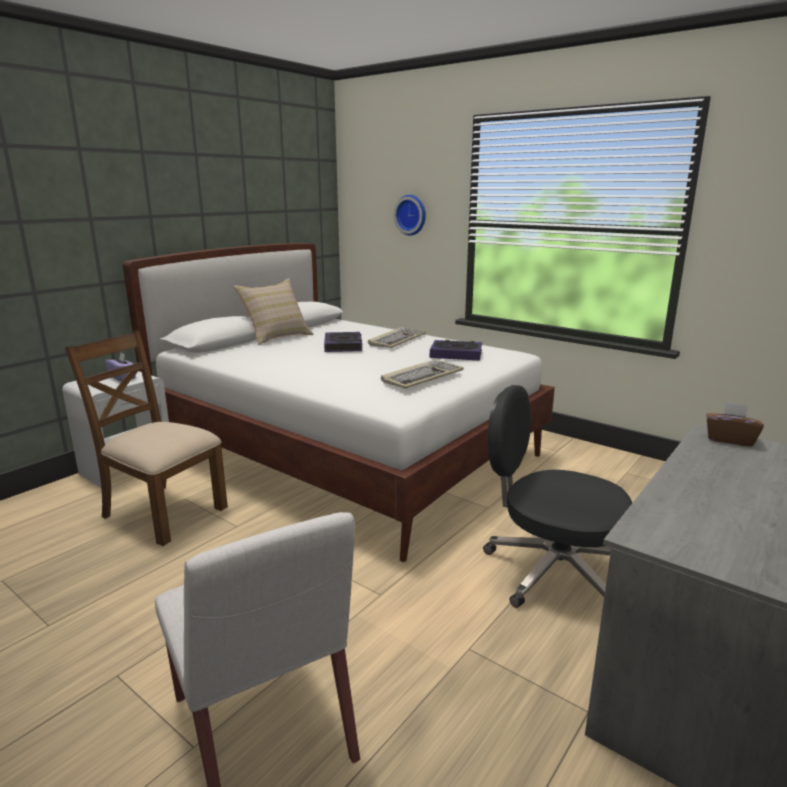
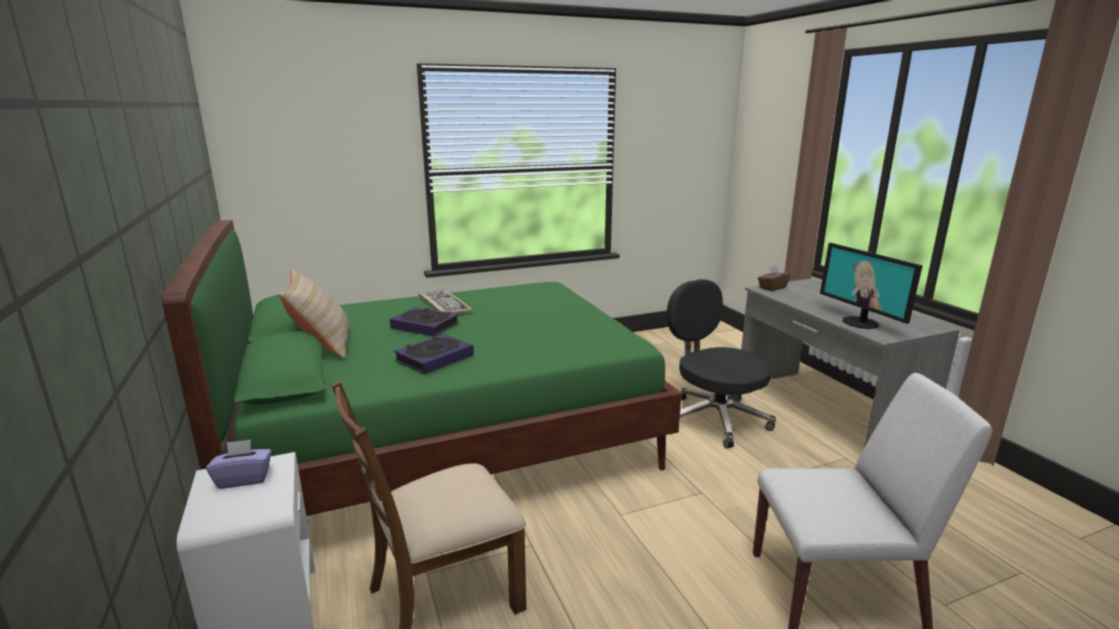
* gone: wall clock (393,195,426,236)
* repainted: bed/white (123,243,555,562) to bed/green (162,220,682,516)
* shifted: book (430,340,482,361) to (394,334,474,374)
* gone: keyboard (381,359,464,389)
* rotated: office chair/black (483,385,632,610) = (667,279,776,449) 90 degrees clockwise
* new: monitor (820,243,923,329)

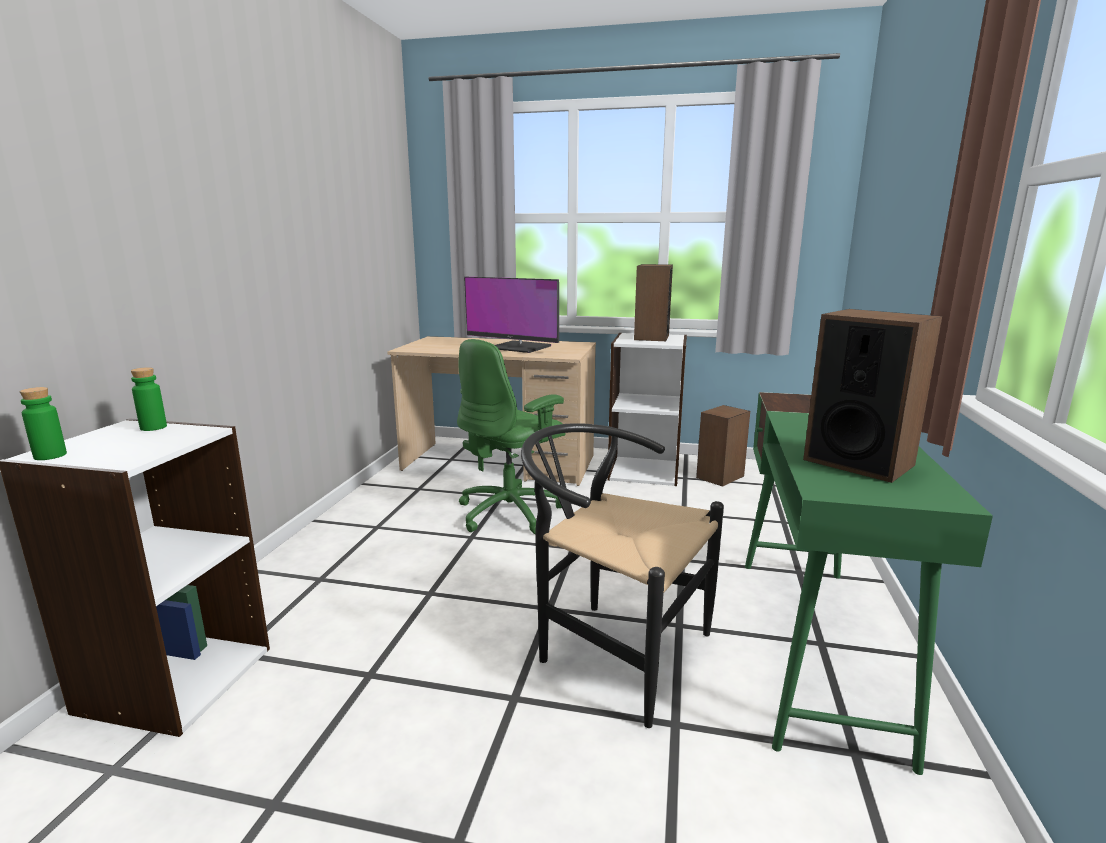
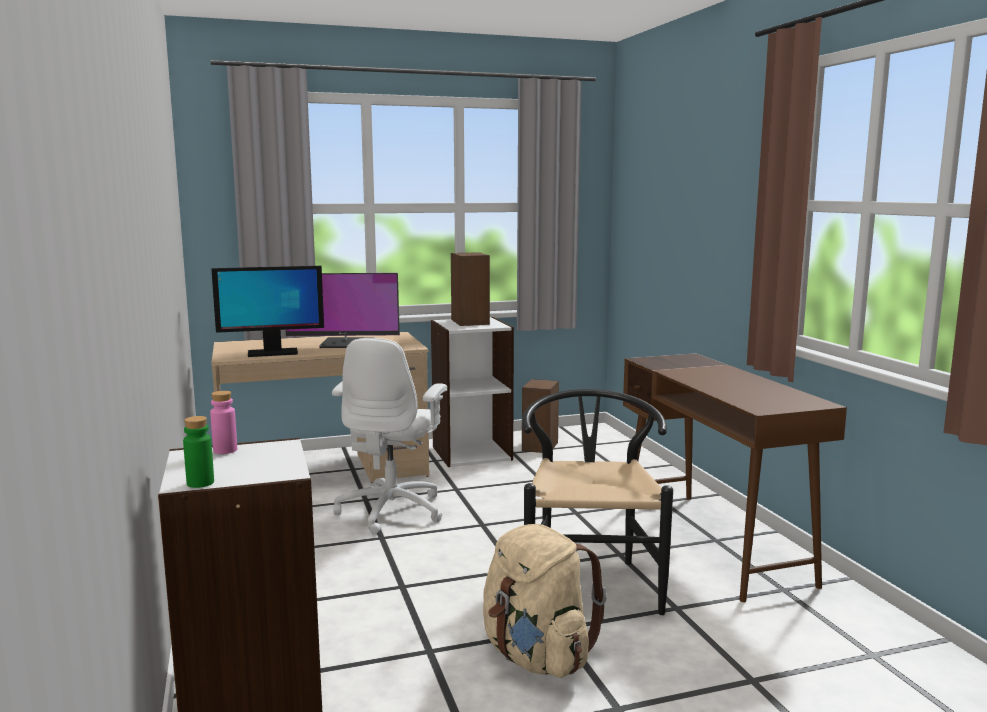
* gone: speaker (803,309,942,483)
* repainted: office chair/green (457,339,565,534) to office chair/white (332,338,447,534)
* repainted: bottle/green (131,367,167,431) to bottle/pink (210,391,237,454)
* repainted: desk/green (745,392,993,775) to desk/brown (623,353,847,602)
* rotated: chair/black (521,423,724,728) = (522,389,673,615) 90 degrees clockwise
* new: monitor (211,266,324,357)
* new: backpack/beige (483,524,607,678)

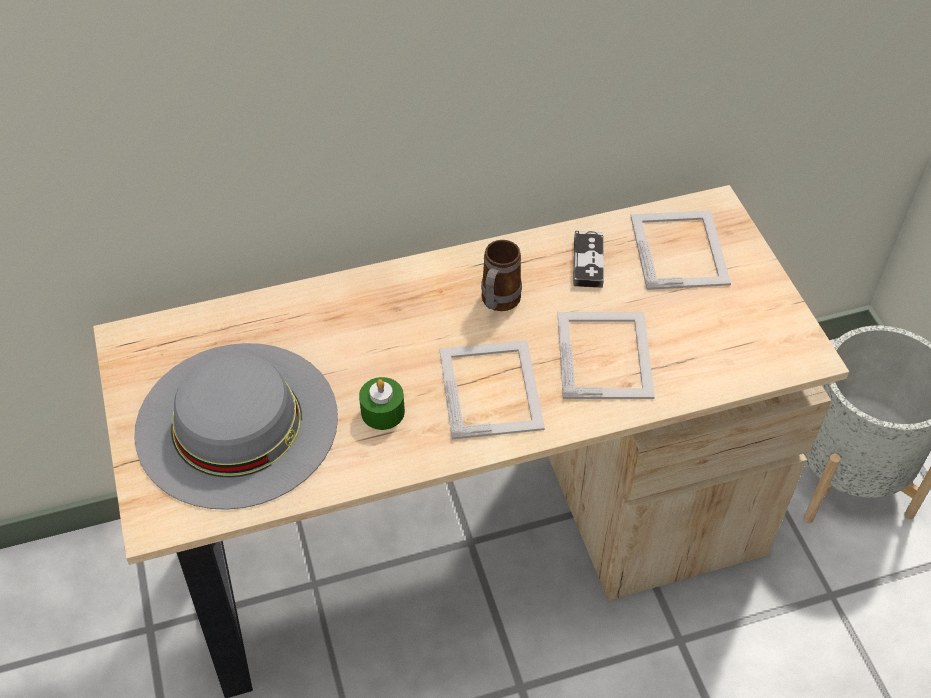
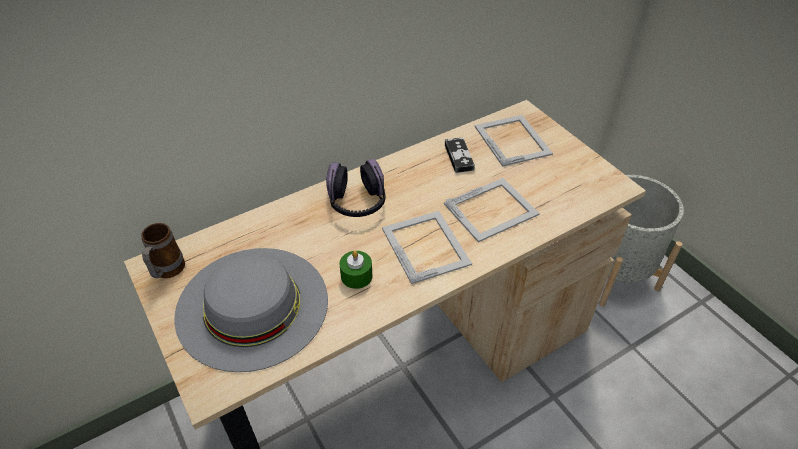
* shifted: mug (481,240,522,311) to (141,223,185,278)
* rotated: picture frame (558,312,655,399) = (444,178,540,242) 75 degrees clockwise
* new: headphones (326,159,385,217)

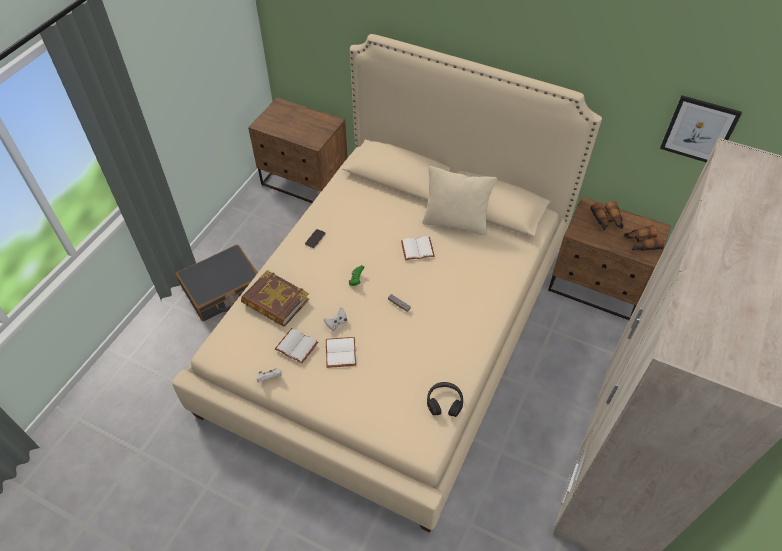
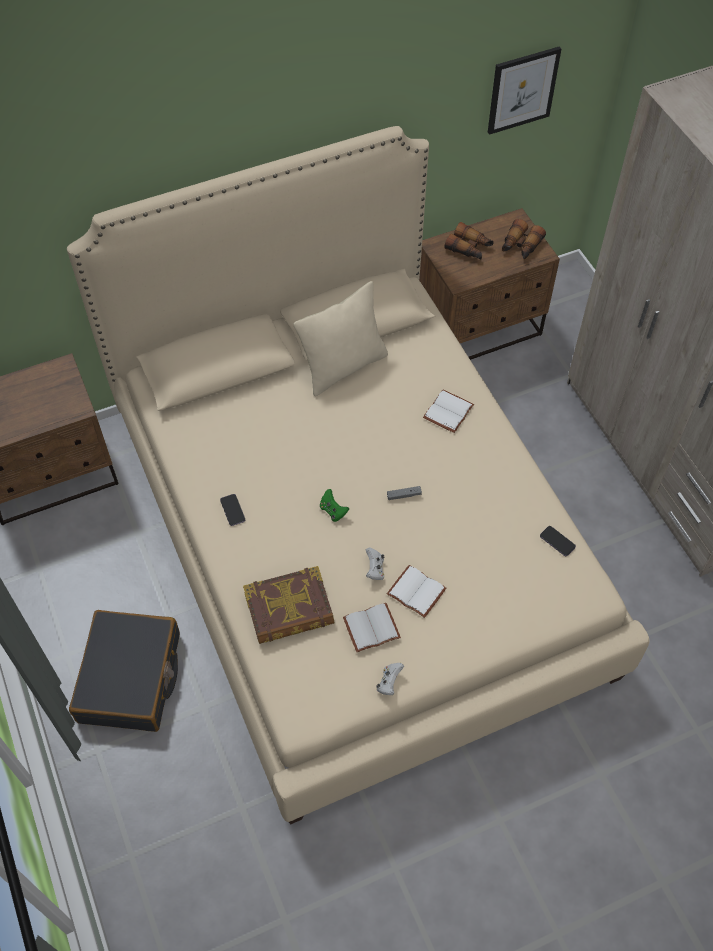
* shifted: book/white (401,236,435,260) to (423,390,474,433)
* swapped: headphones/black (427,382,463,417) to phone (540,526,576,556)

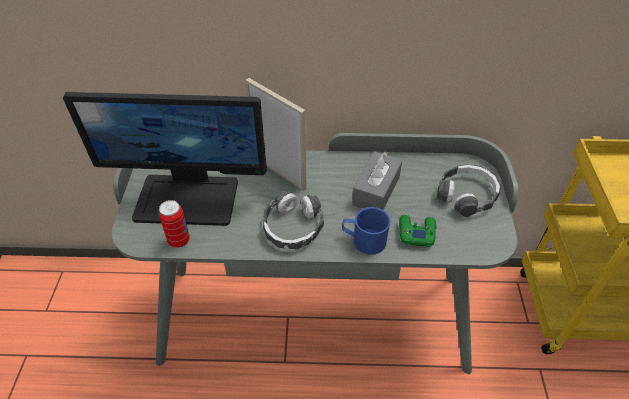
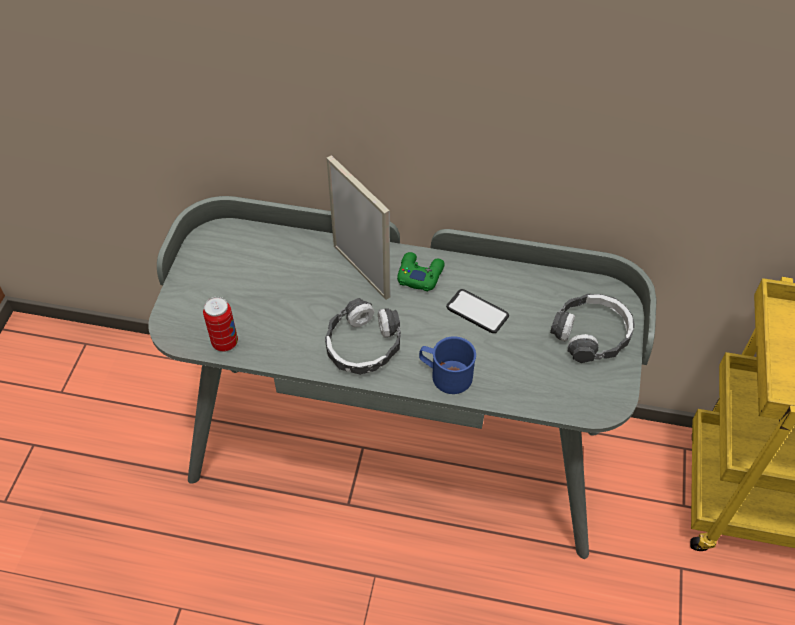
* gone: monitor (63,92,267,226)
* swapped: tissue box/grey (352,151,402,210) to phone (446,289,509,333)
* shifted: game controller/green (399,215,436,247) to (397,252,445,291)

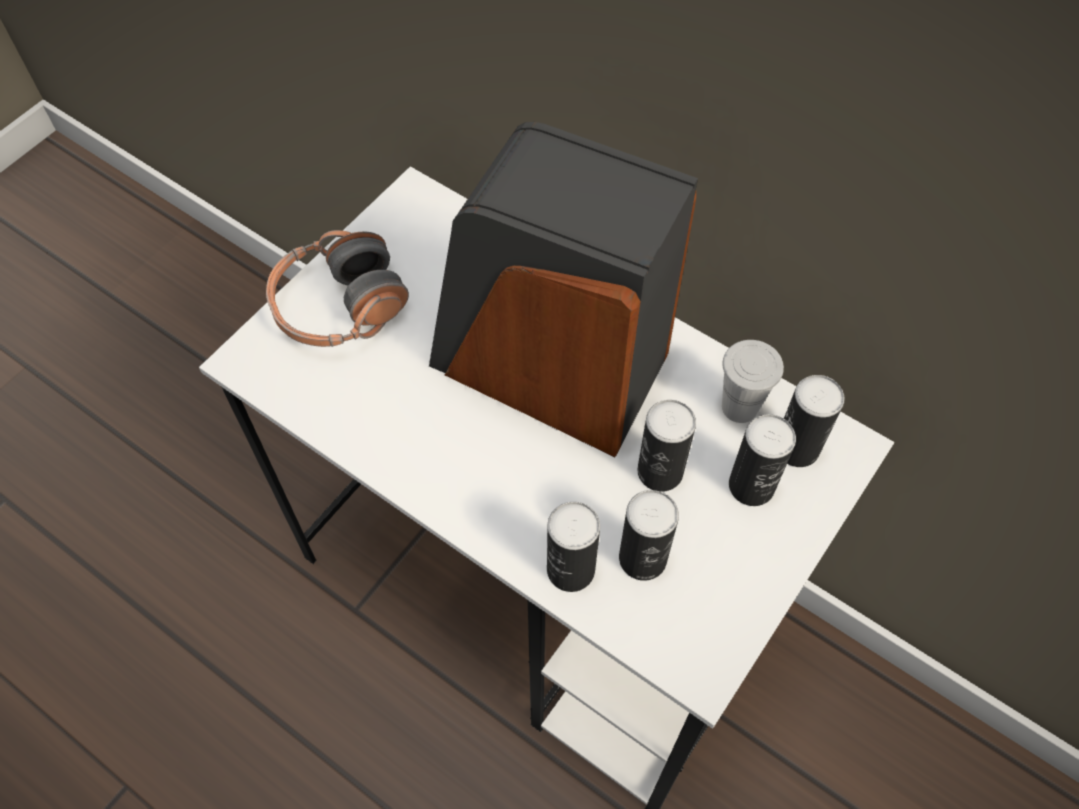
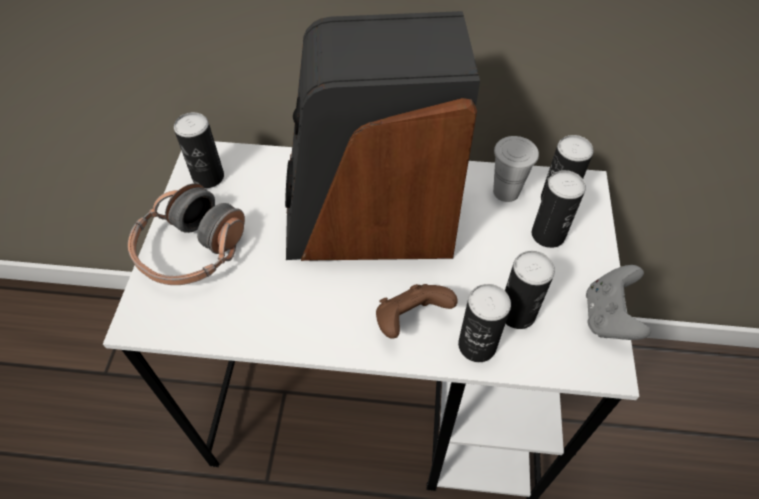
* shifted: can (637,400,696,492) to (174,112,224,188)
* new: game controller/grey (586,265,651,340)
* new: game controller/brown (376,284,458,339)

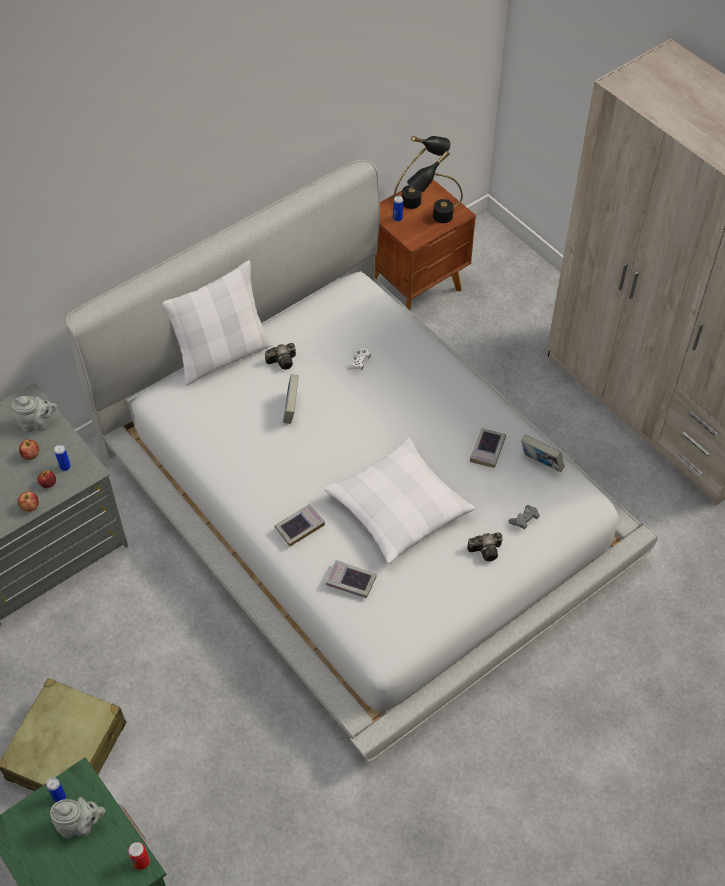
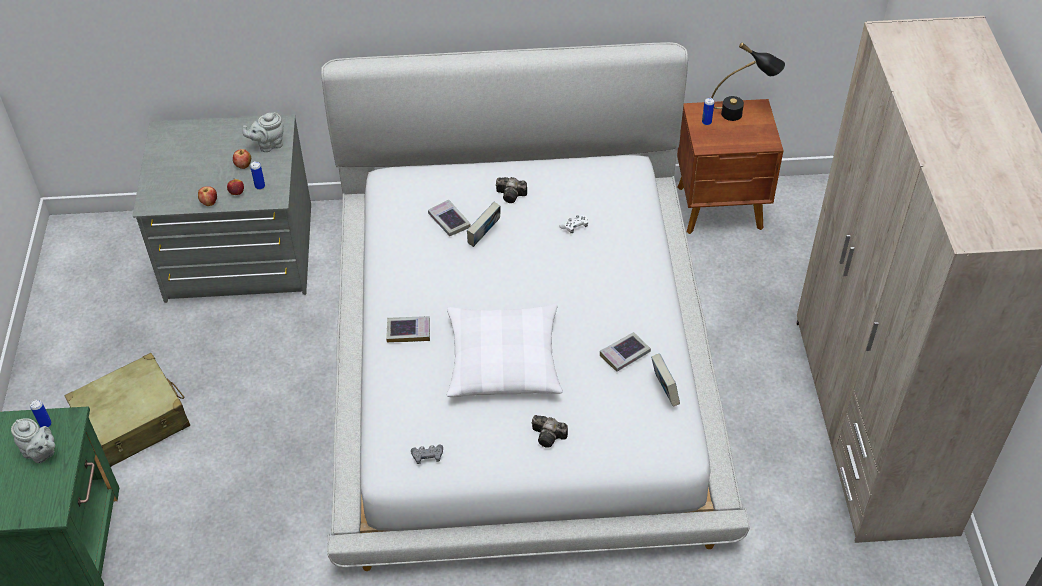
* gone: table lamp/black (407,151,463,223)
* gone: pillow/white (163,260,272,386)
* rotated: teapot/grey (12,396,57,432) = (243,112,284,152) 120 degrees clockwise
* shifted: game controller/grey (509,505,540,529) to (411,445,443,464)
* shifted: book (326,560,377,598) to (428,200,471,236)
* gone: can (128,842,150,870)

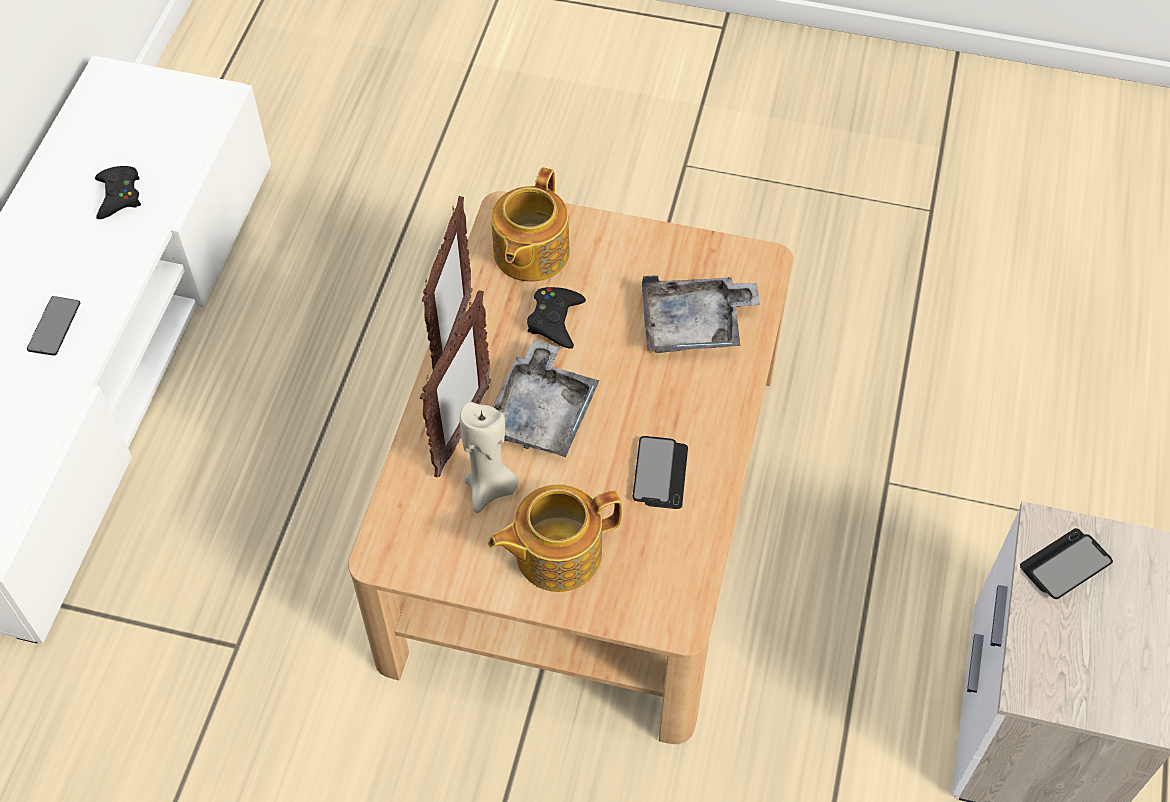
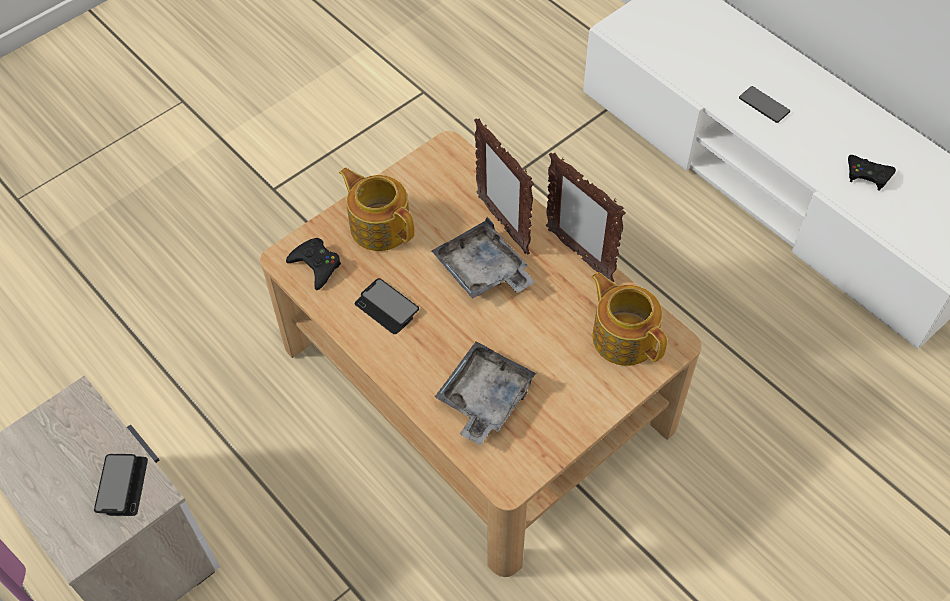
* shifted: game controller/black (527,287,586,348) to (286,238,341,290)
* gone: candle/beige (460,402,519,513)
* rotated: teapot (488,484,622,592) = (339,167,415,251) 60 degrees counterclockwise

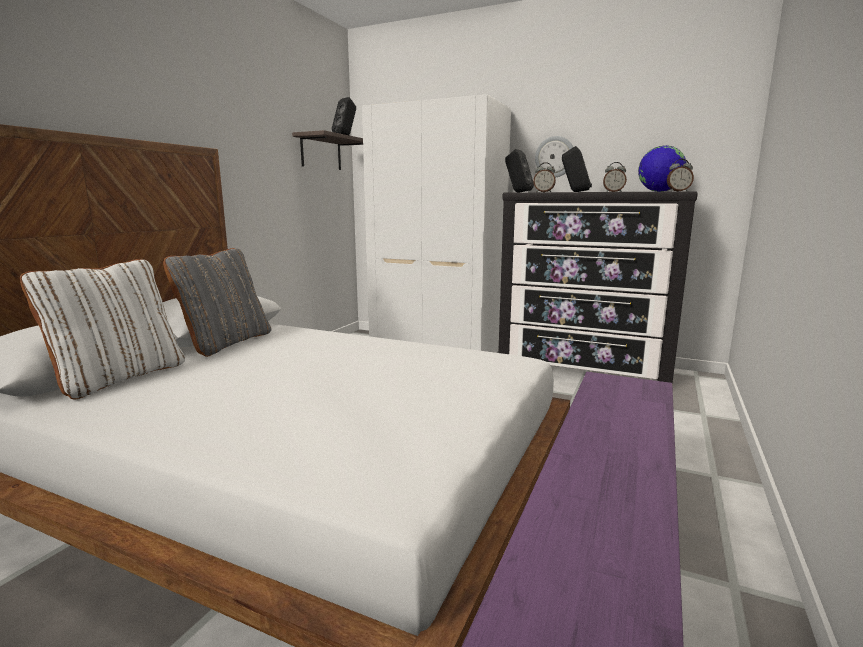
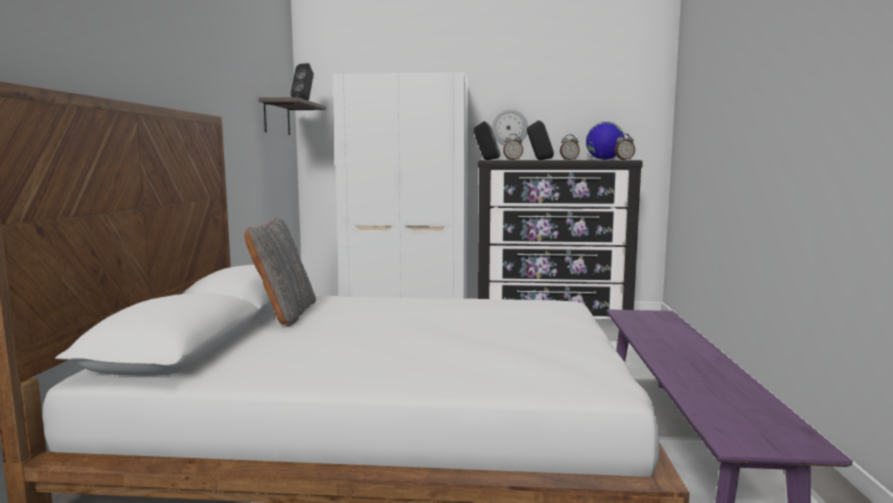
* gone: pillow/white (20,259,185,399)

